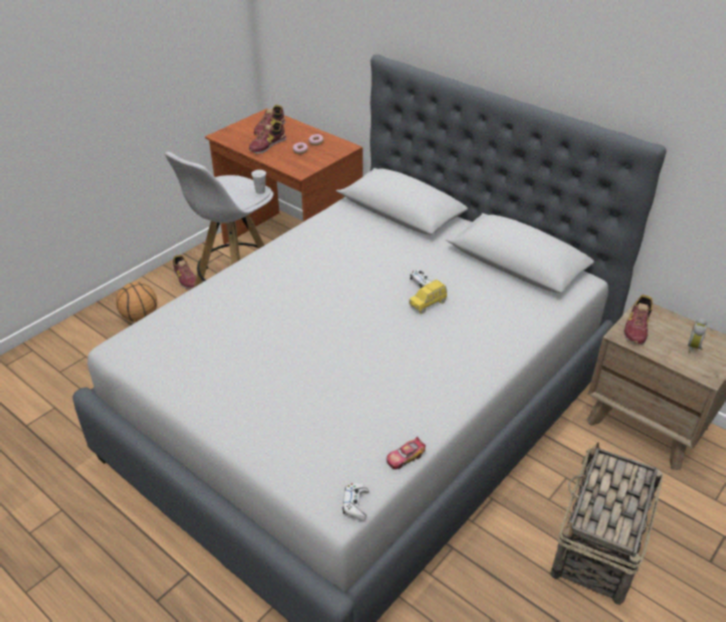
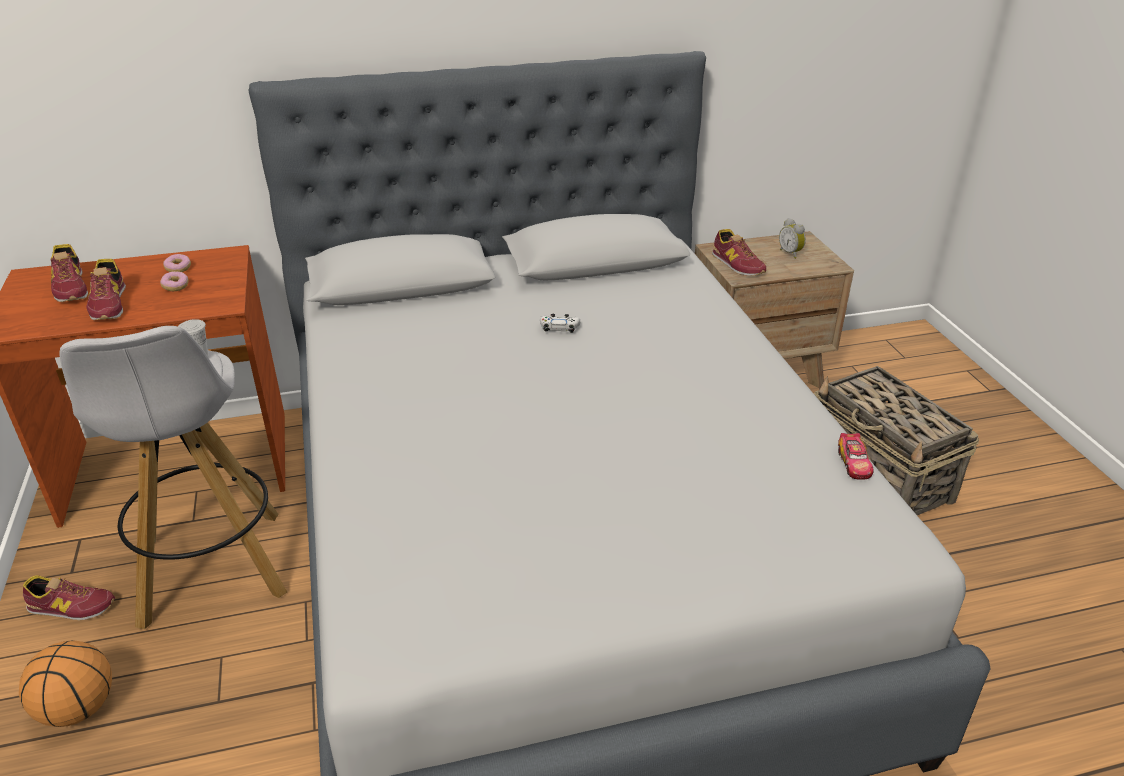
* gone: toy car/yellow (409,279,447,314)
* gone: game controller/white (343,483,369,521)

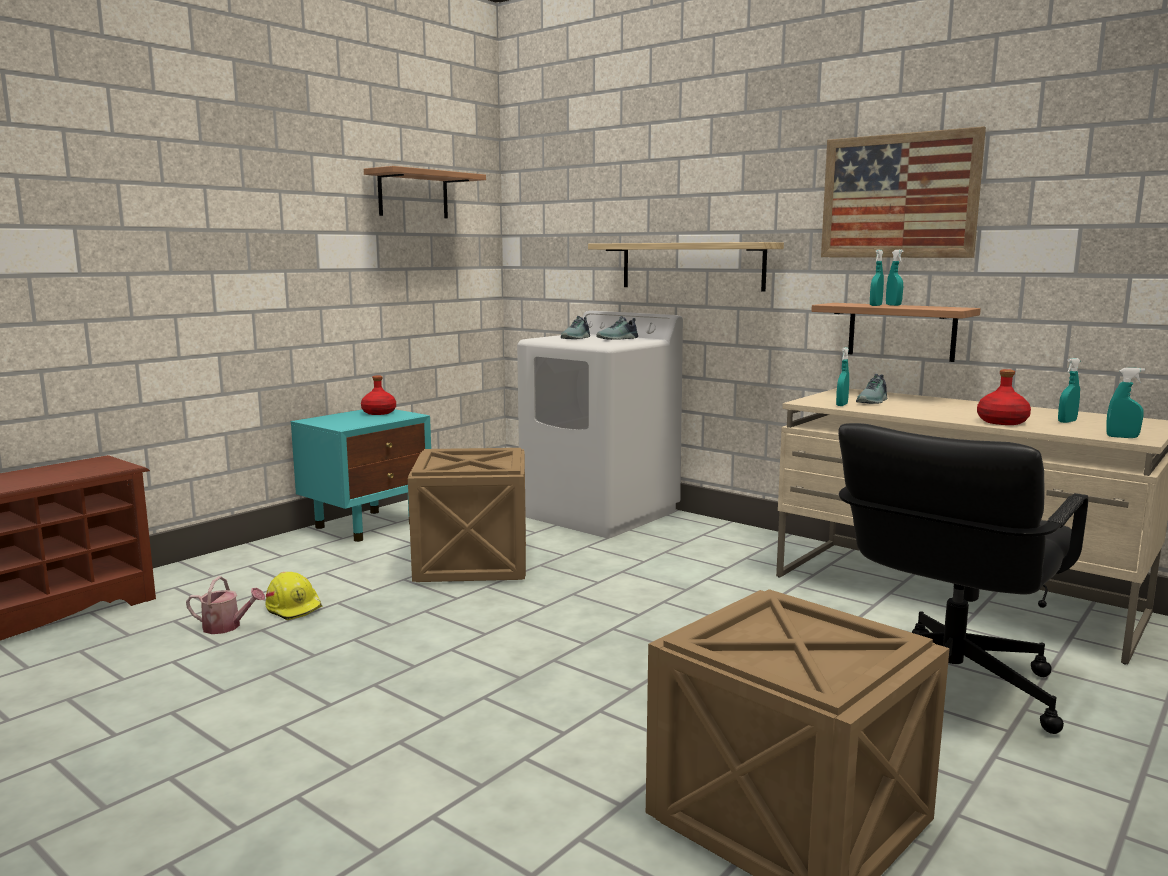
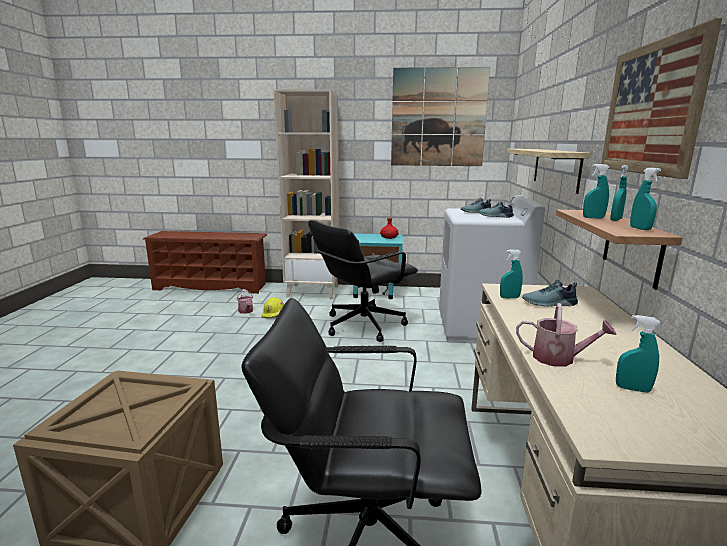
* swapped: shelf (364,166,486,218) to picture (391,67,490,166)
* shifted: spray bottle/turquoise (1106,368,1145,438) to (630,168,661,230)
* swapped: bottle/red (977,369,1031,425) to watering can (516,303,617,367)
* swapped: crate (408,448,526,582) to office chair/black (308,220,418,342)
* new: bookcase/beige (274,89,339,299)

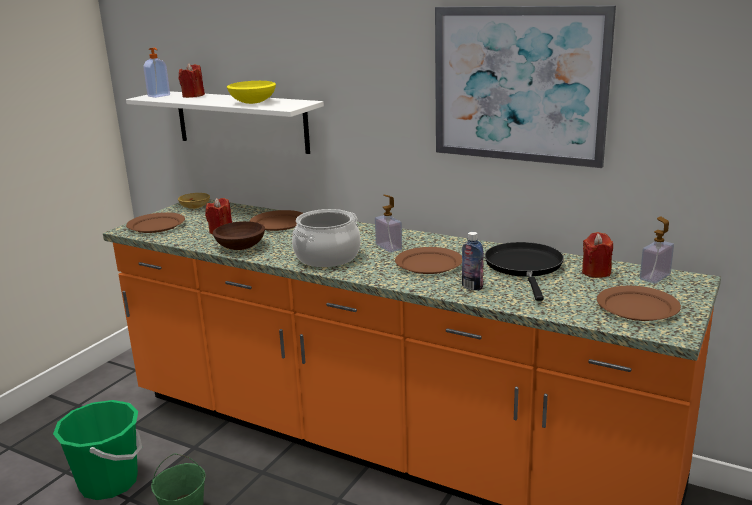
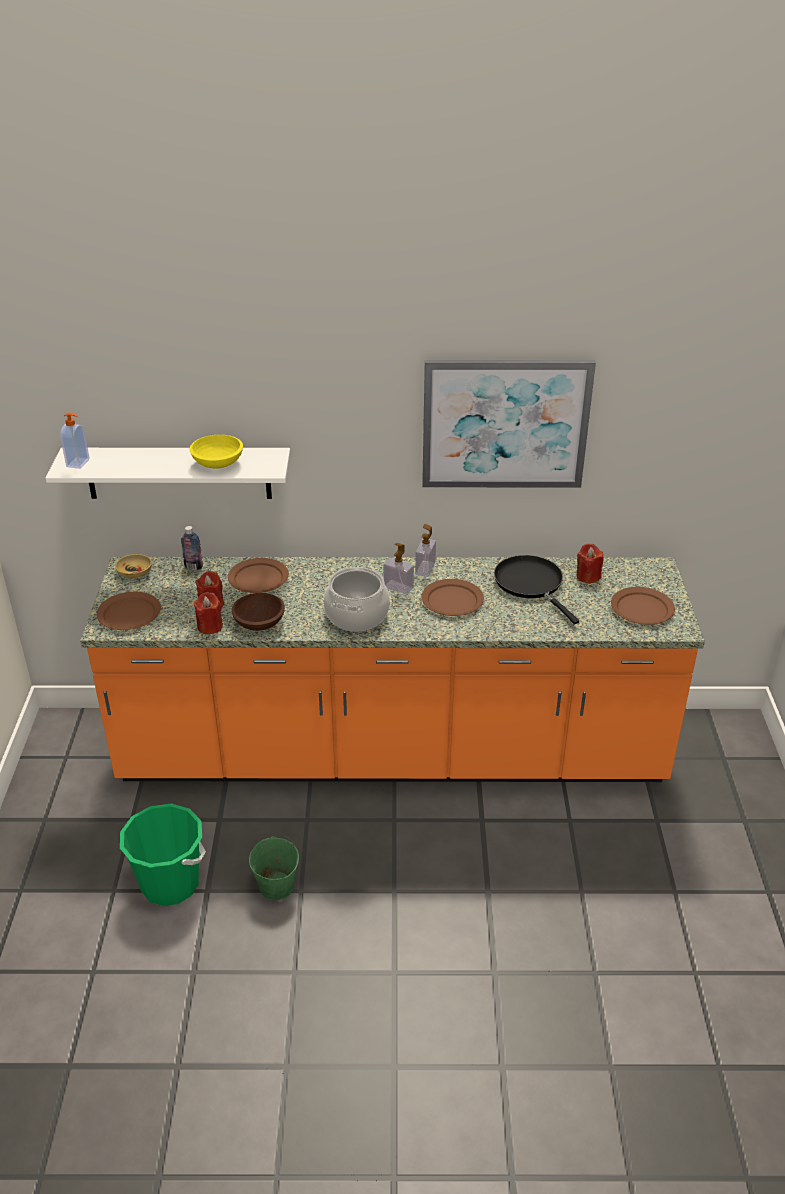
* shifted: candle/red (179,63,205,98) to (194,592,223,634)
* shifted: soap dispenser (640,217,674,284) to (415,524,436,577)
* shifted: bottle (462,232,484,290) to (181,526,203,570)

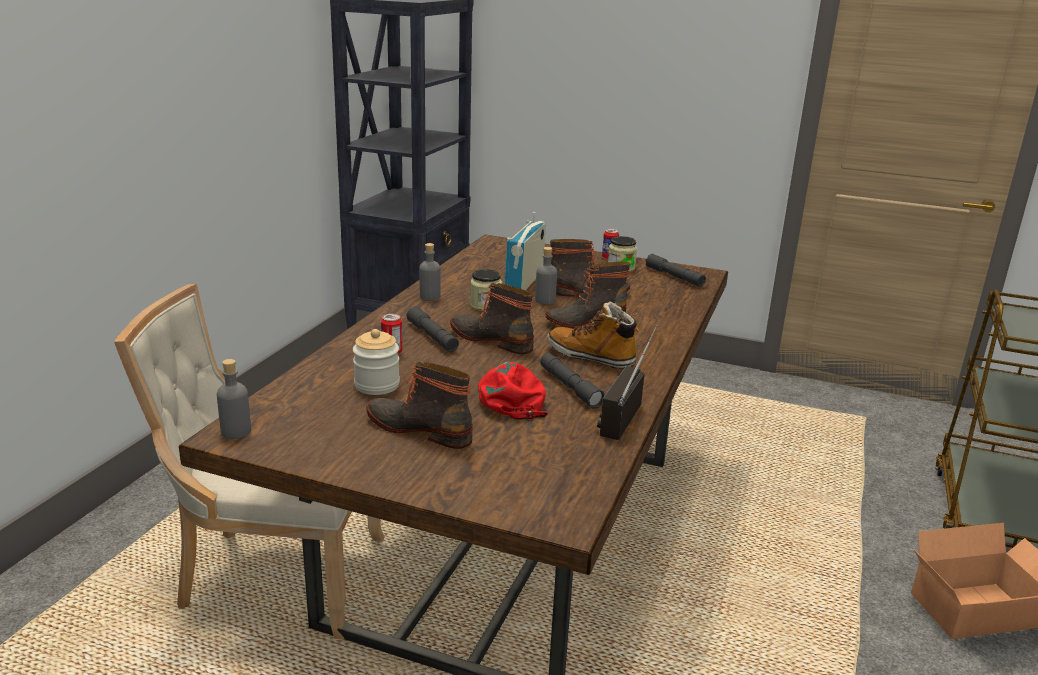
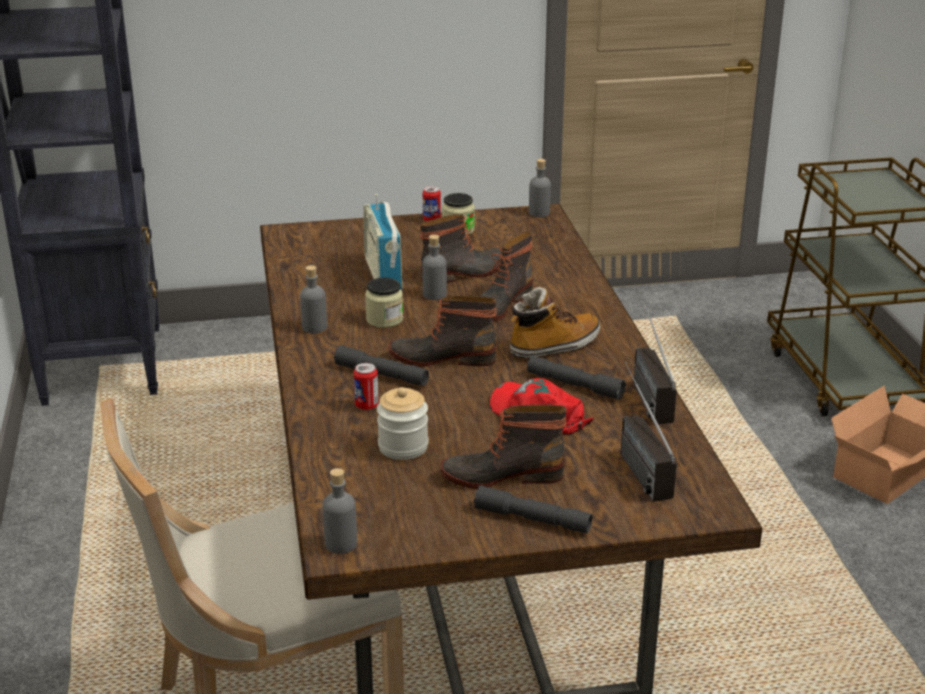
* shifted: flashlight/grey (646,254,706,287) to (474,485,593,533)
* rotated: boot (547,301,640,368) = (510,287,600,359) 150 degrees clockwise
* new: bottle/grey (529,159,551,217)
* new: radio (621,362,677,502)

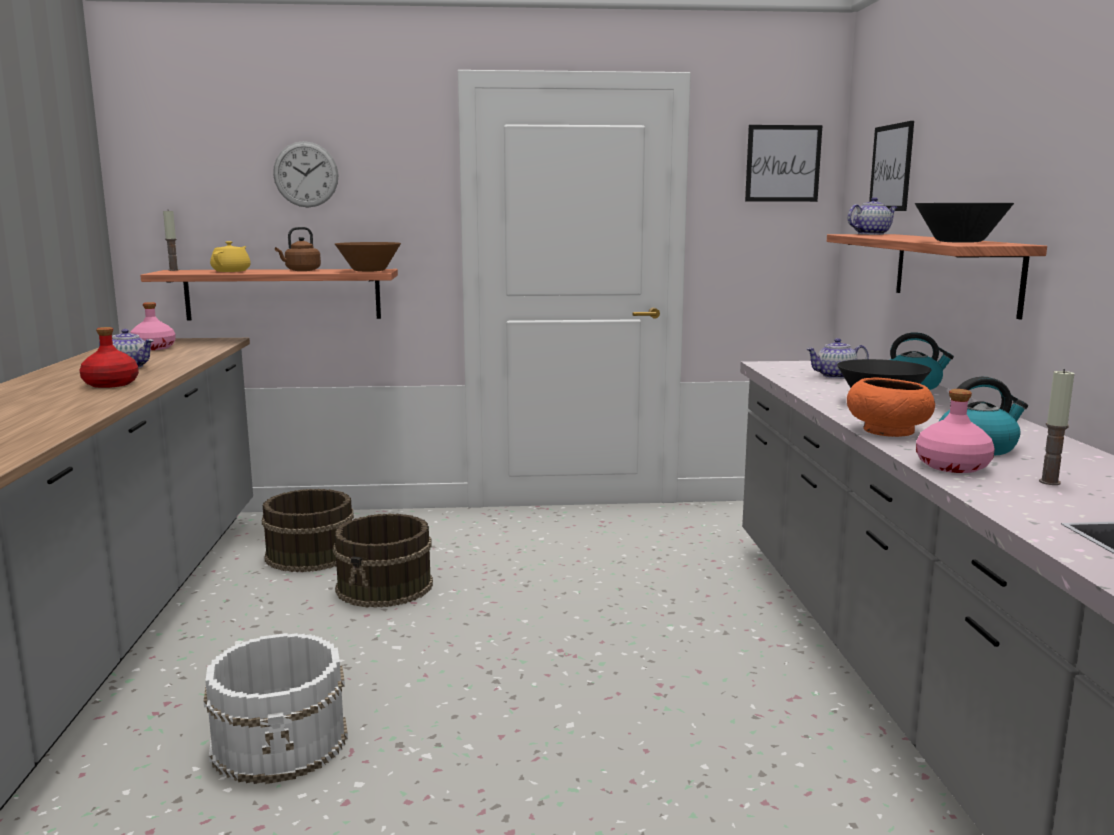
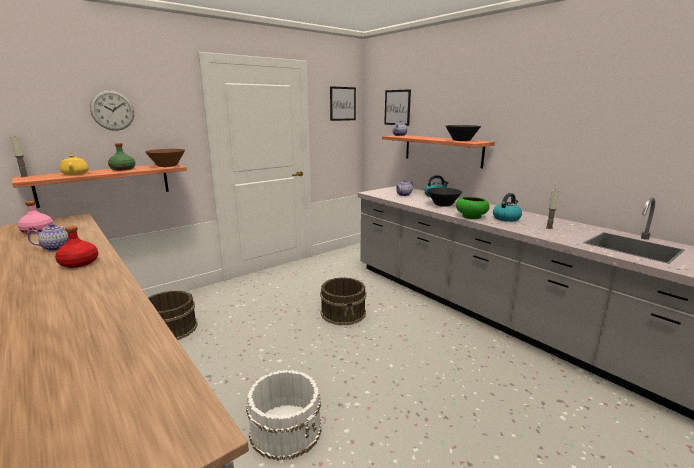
* swapped: kettle/brown (275,227,321,271) to bottle/green (108,143,136,171)
* repainted: bowl/orange (847,378,935,437) to bowl/green (456,197,490,219)
* gone: bottle/pink (916,389,995,473)
* shifted: bucket/brown (333,514,433,608) to (320,277,366,325)

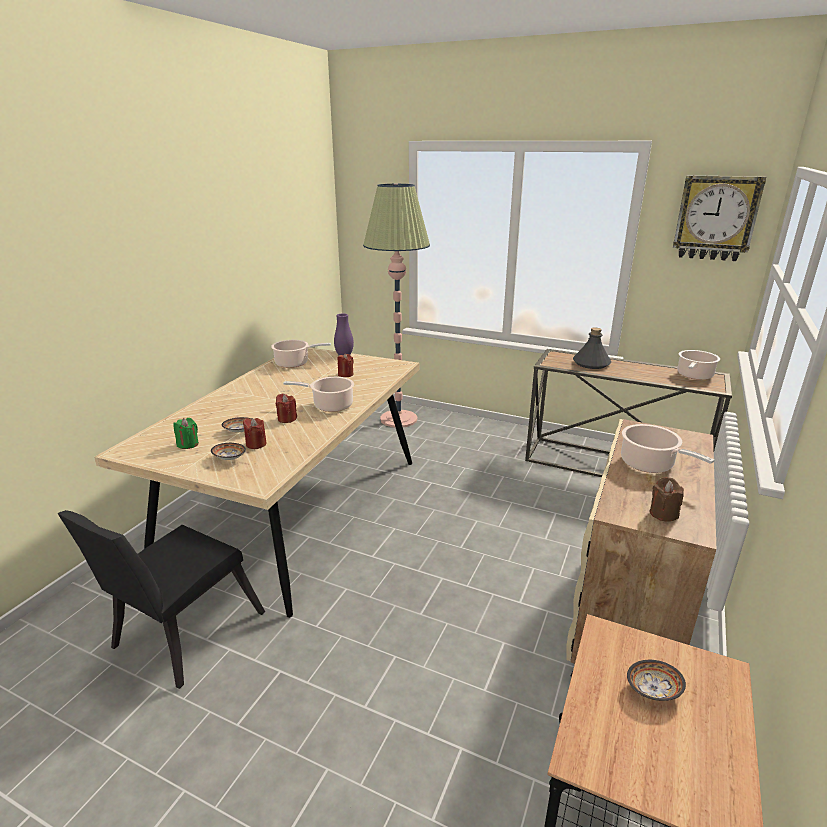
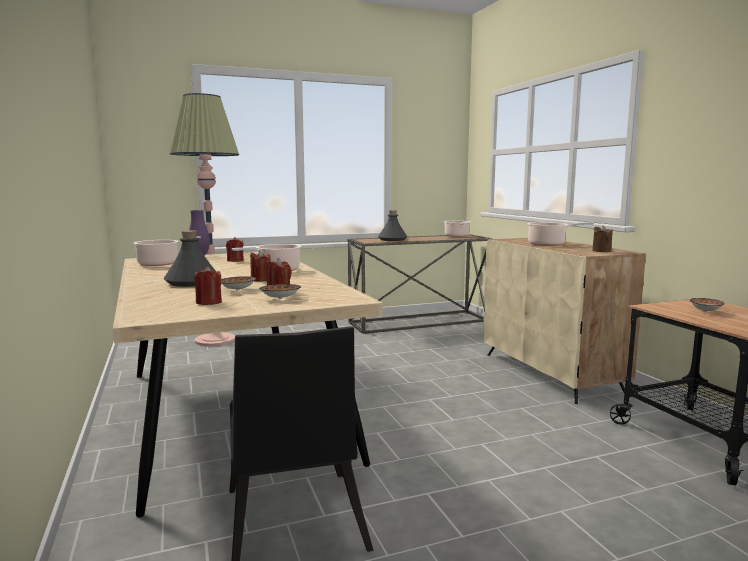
* gone: wall clock (673,175,766,261)
* repainted: candle/green (173,418,199,449) to candle/red (194,266,222,305)
* new: bottle/grey (164,230,216,287)

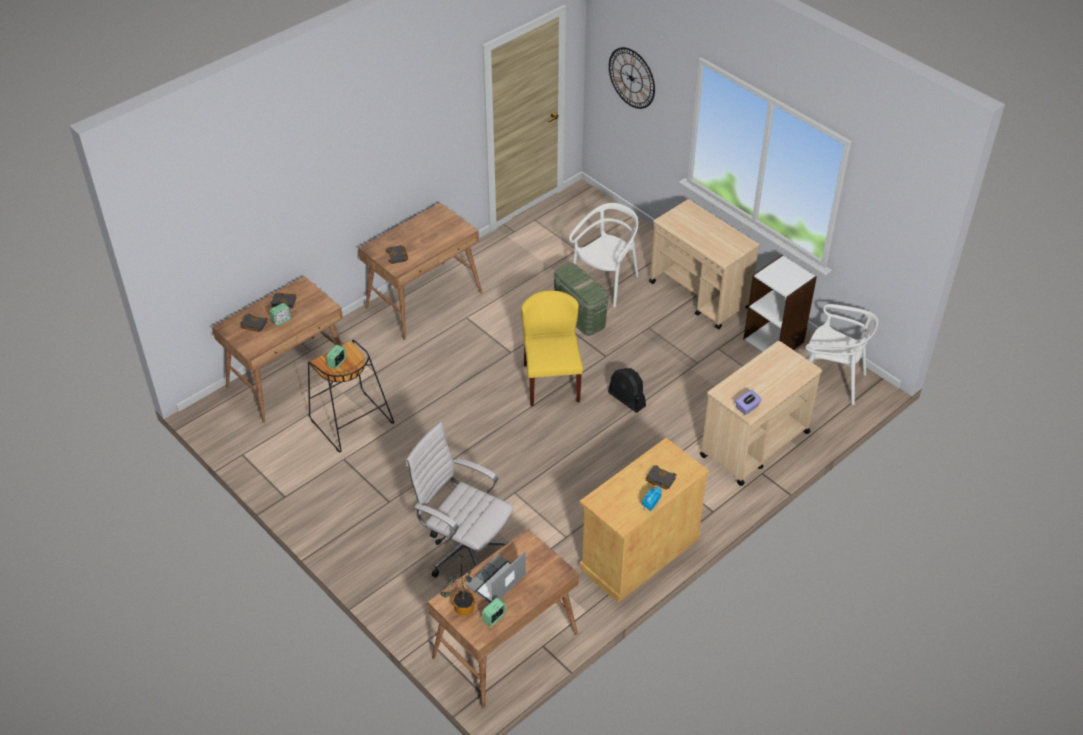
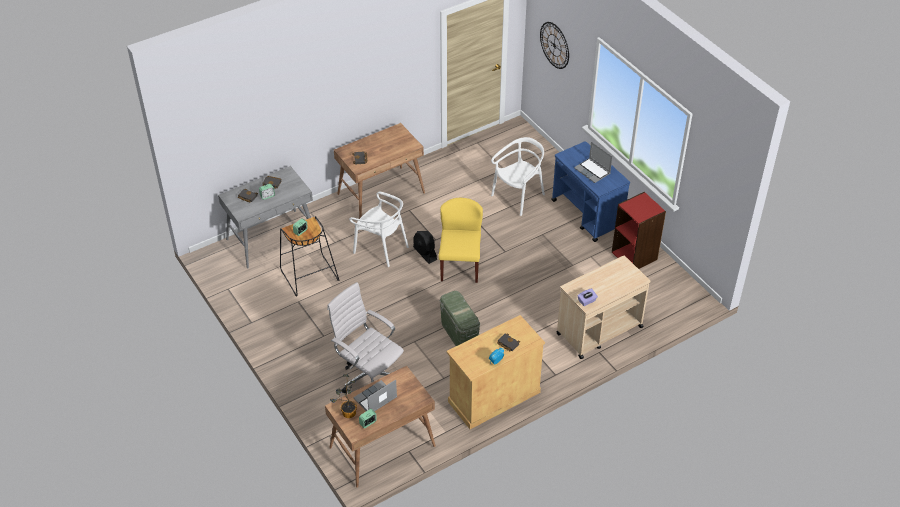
* repainted: cart/beige (649,199,760,329) to cart/blue (551,141,630,242)
* repainted: bookcase/white (743,255,817,352) to bookcase/red (612,192,666,269)
* shifted: storage box/green (553,263,609,336) to (440,291,480,346)
* repainted: desk/brown (212,276,343,423) to desk/grey (218,166,313,269)
* shifted: chair/white (805,304,878,405) to (349,192,409,267)
* shifted: fan/black (608,368,646,413) to (413,231,437,264)
* new: laptop (574,142,613,183)

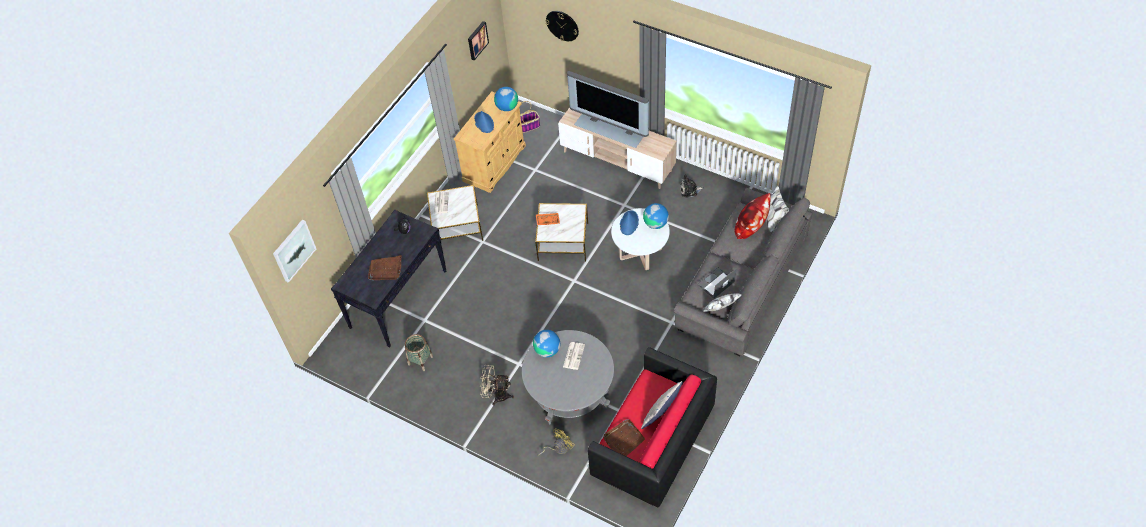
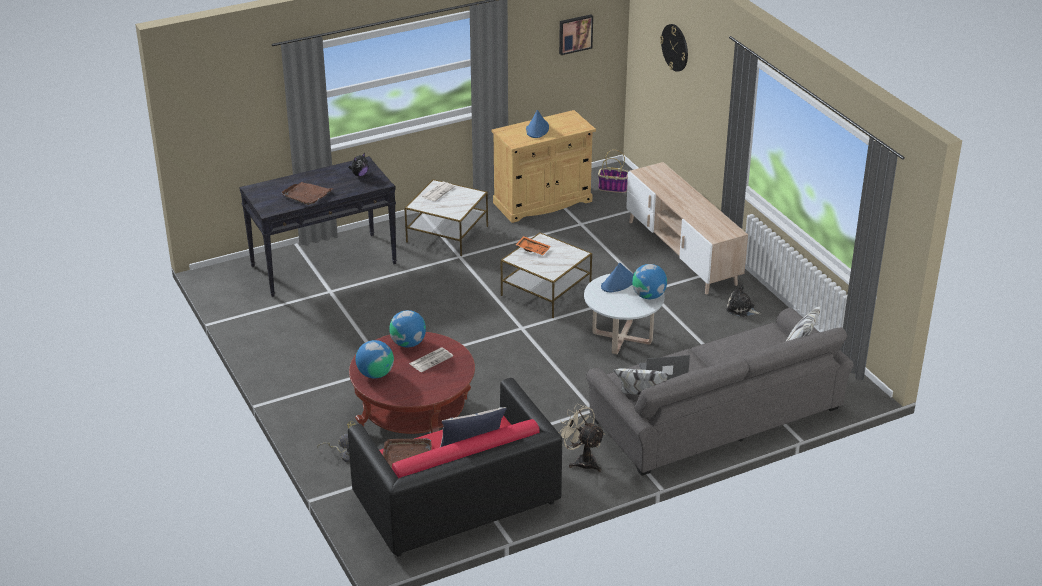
* gone: television (567,71,649,148)
* shifted: globe (494,87,518,111) to (356,340,394,378)
* gone: pillow (734,193,771,239)
* gone: picture (273,220,316,283)
* repainted: coffee table/grey (522,330,614,424) to coffee table/red (349,332,475,434)
* gone: basket (405,334,433,371)
* shifted: fan/beige (480,365,514,405) to (558,404,605,472)

